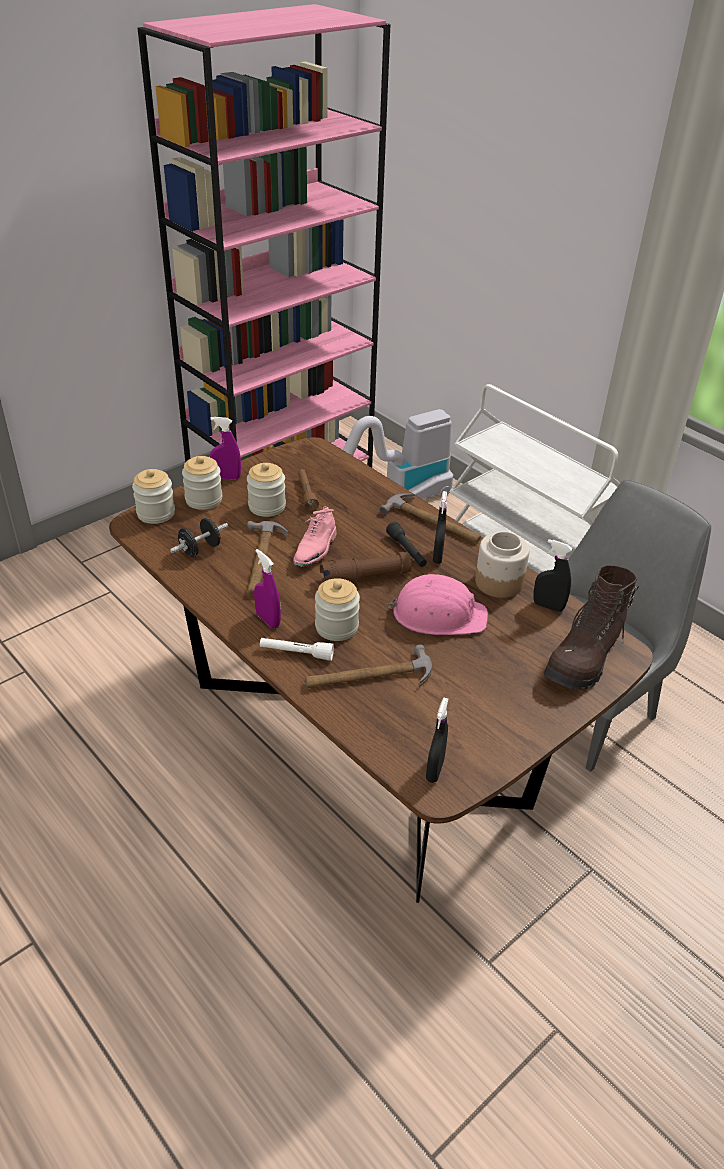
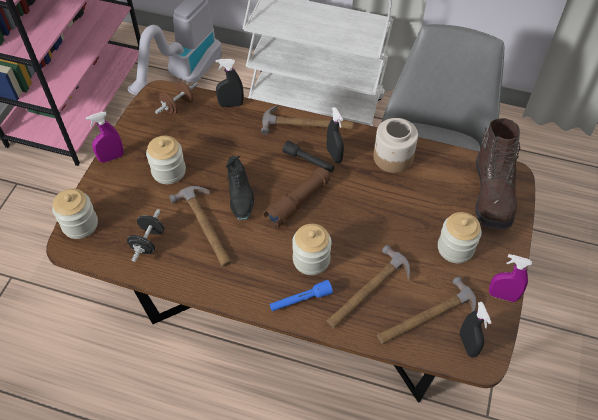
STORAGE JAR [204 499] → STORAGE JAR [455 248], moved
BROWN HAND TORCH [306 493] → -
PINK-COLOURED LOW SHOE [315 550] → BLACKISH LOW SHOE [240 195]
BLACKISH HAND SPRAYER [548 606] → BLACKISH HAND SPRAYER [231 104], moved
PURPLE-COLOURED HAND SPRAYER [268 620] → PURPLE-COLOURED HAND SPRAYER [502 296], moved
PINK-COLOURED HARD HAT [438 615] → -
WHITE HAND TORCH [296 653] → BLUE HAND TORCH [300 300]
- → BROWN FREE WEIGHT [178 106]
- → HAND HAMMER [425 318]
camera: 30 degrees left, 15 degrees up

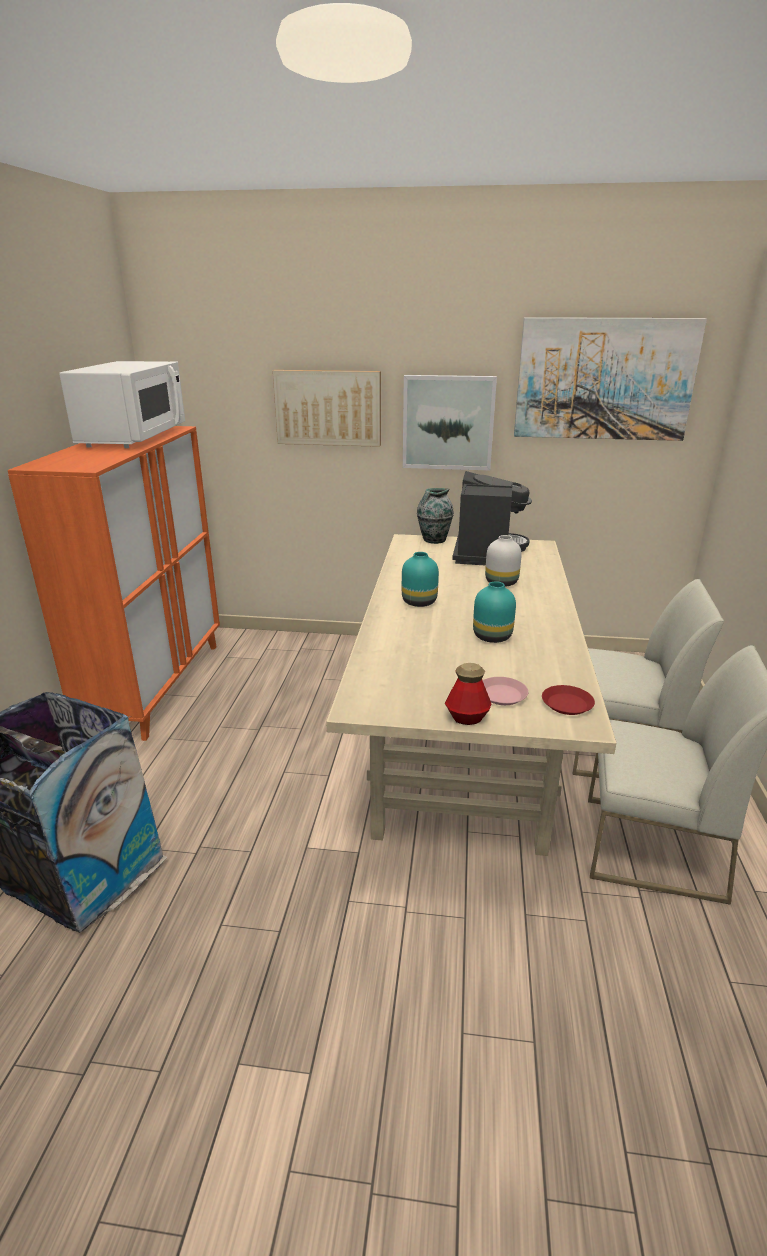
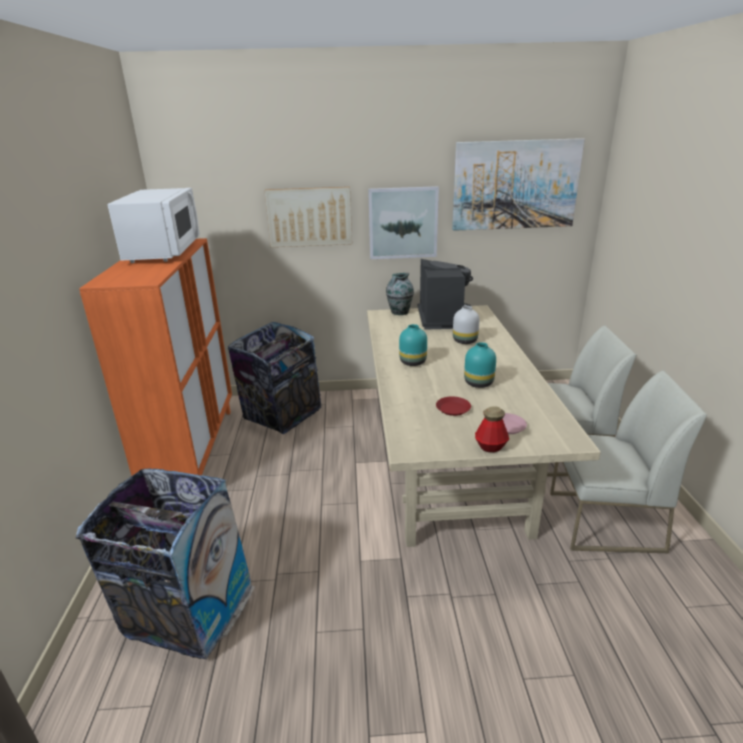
RED DINNER PLATE [566 704] → RED DINNER PLATE [453 409], moved
- → WASTE BIN [281 416]
camera: 10 degrees left, 0 degrees up

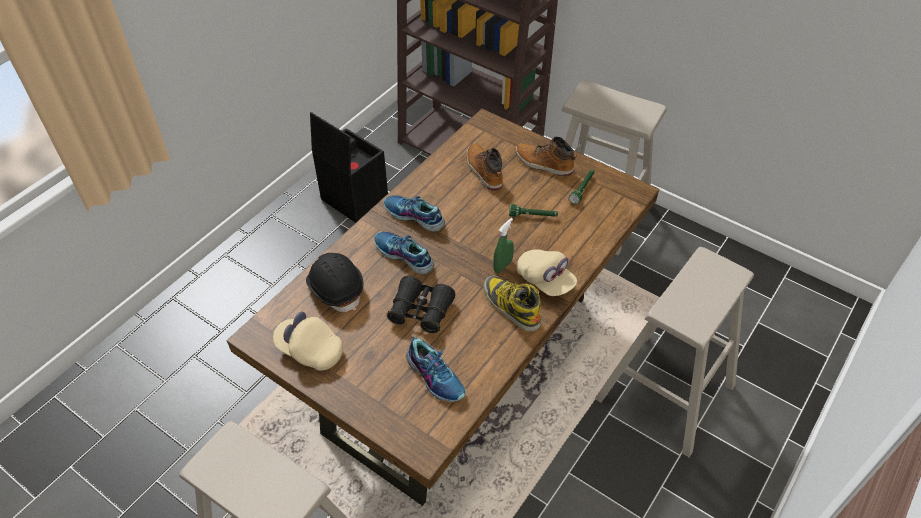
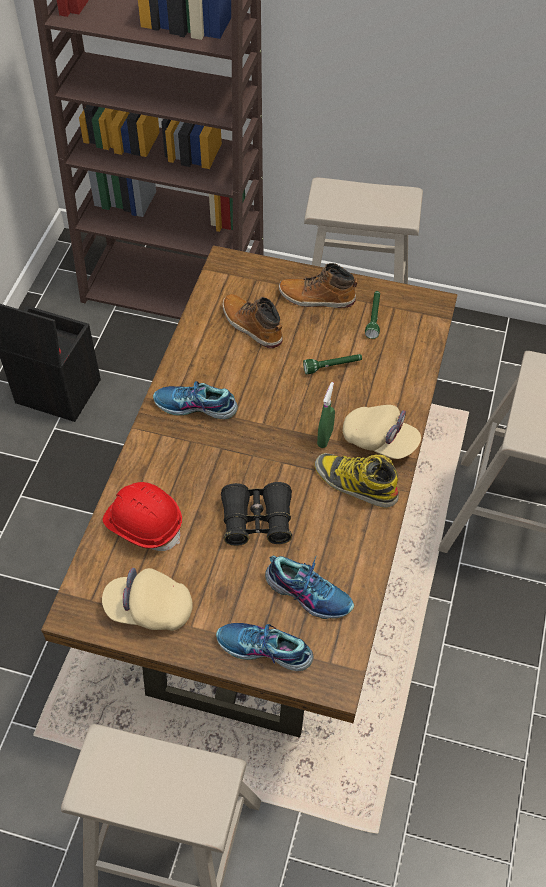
LOW SHOE [403 256] → LOW SHOE [264 650], moved
BLACKISH HARD HAT [335 288] → RED HARD HAT [144 524]
camera: 20 degrees left, 5 degrees up

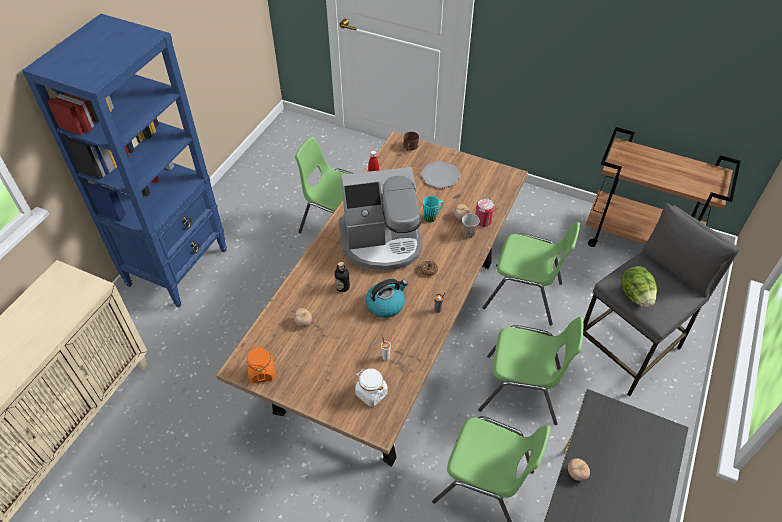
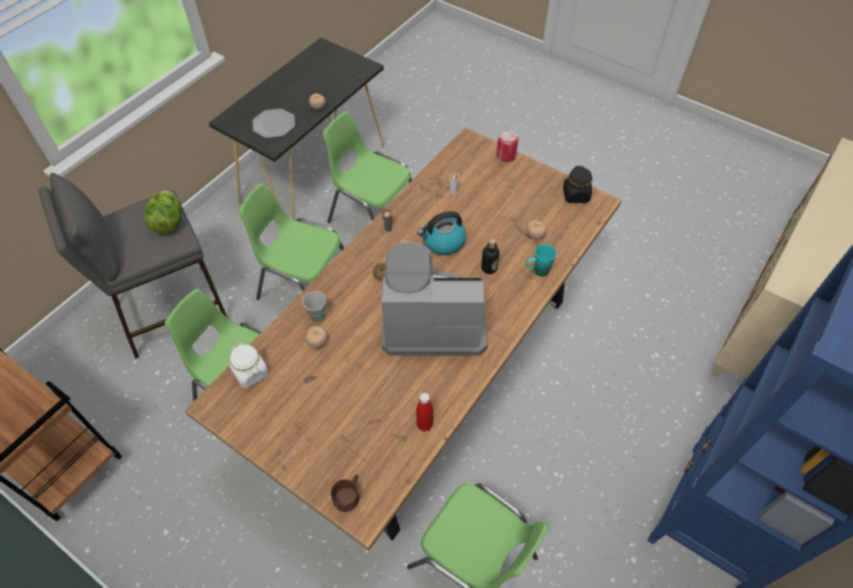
DINNER PLATE [440 175] → DINNER PLATE [274 124], moved
BLUE-GREEN COFFEE MUG [432 217] → BLUE-GREEN COFFEE MUG [537 271], moved
CAN [483 221] → CAN [505 156], moved
ORANGEY STORAGE JAR [262 372] → BLACKISH STORAGE JAR [576 195]
WHITE STORAGE JAR [371 393] → WHITE STORAGE JAR [251 373], moved
camera: 170 degrees left, 5 degrees up

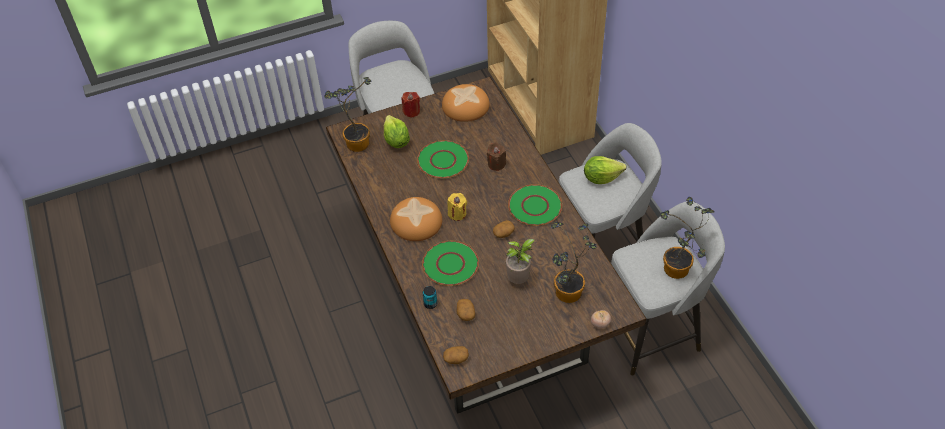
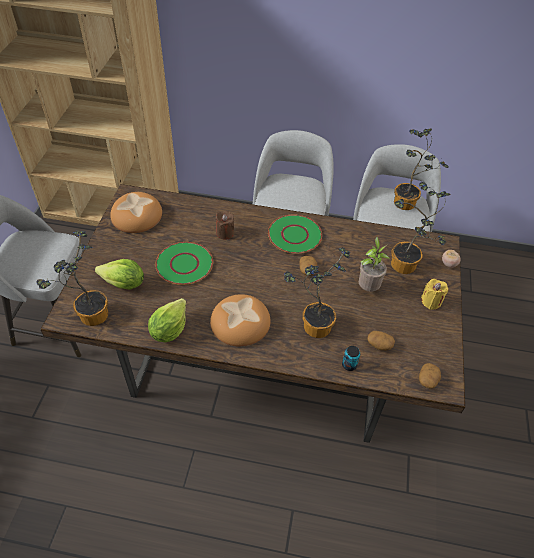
RED CANDLE [411 111] → -
HEAD OF LETTUCE [601 177] → HEAD OF LETTUCE [169 330], moved
YELLOW-COLOURED CANDLE [457 214] → YELLOW-COLOURED CANDLE [431 301], moved
GREENISH DINNER PLATE [450 264] → HOUSEPLANT [313 325]
camera: 60 degrees left, 0 degrees up

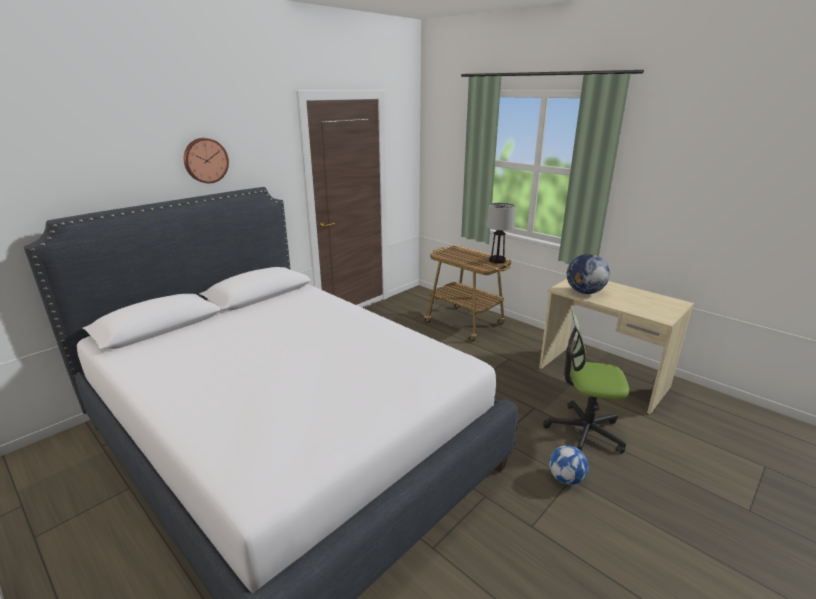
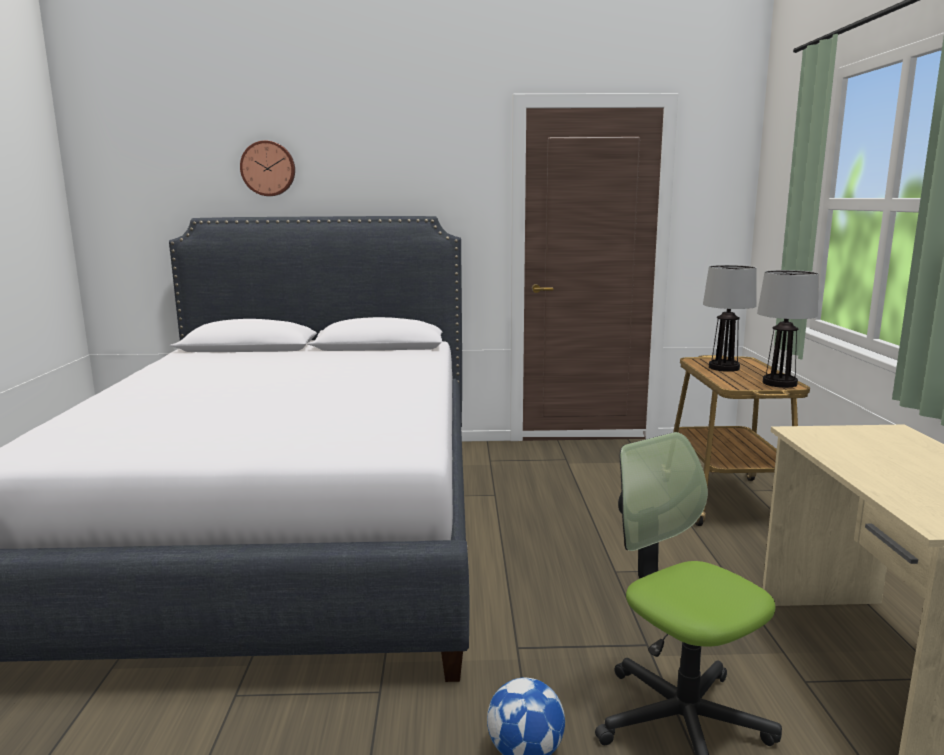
CLOCK ON THE WALL [205 160] → CLOCK ON THE WALL [268 168], moved
DESK GLOBE [584 292] → -
- → TABLE LAMP [724 368]
camera: 45 degrees right, 10 degrees down

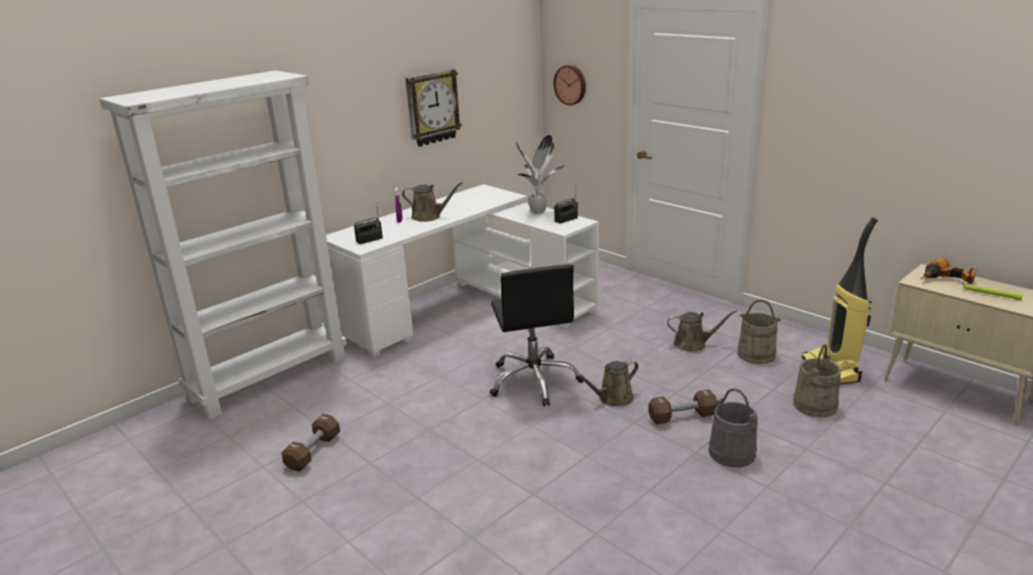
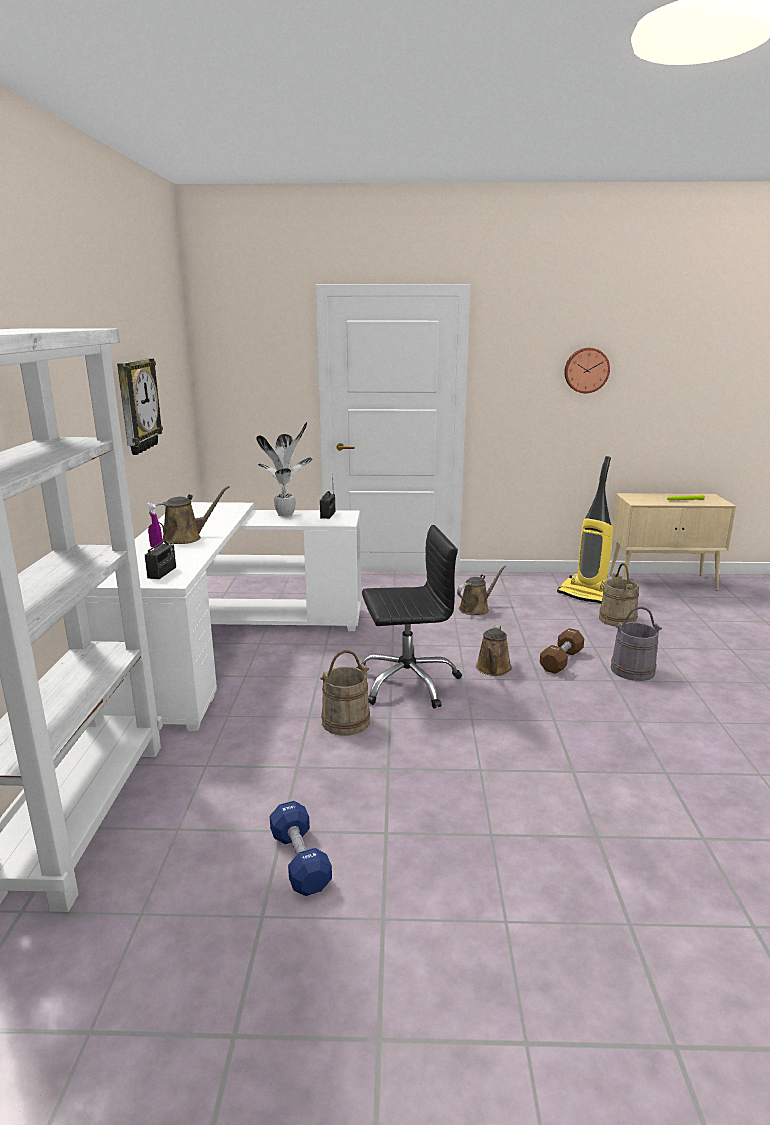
CLOCK ON THE WALL [571 84] → CLOCK ON THE WALL [586 370], moved
DRILL [947 280] → -
BLACKISH DESK CHAIR [534 380] → BLACKISH DESK CHAIR [407 682], 45 degrees counterclockwise
BEIGE WATER BUCKET [756 354] → BEIGE WATER BUCKET [345 721], moved
BROWN FREE WEIGHT [313 452] → BLUE FREE WEIGHT [300 861]
camera: 45 degrees left, 5 degrees down

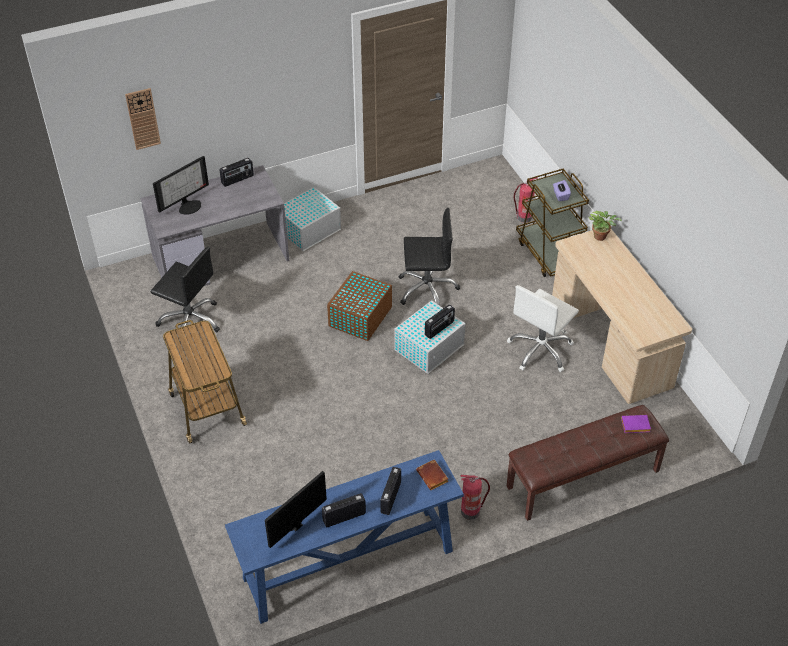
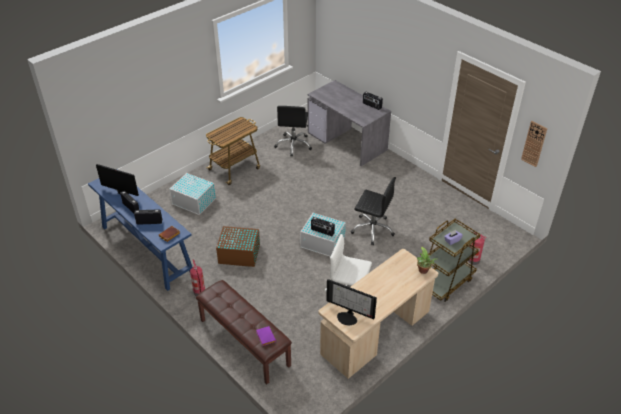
CLOCK ON THE WALL [143 118] → CLOCK ON THE WALL [534 144], moved
COMPUTER DISPLAY [188 206] → COMPUTER DISPLAY [348 317], moved
WHITE STORAGE BOX [310 229] → WHITE STORAGE BOX [194 201], moved
BLACKISH DESK CHAIR [427 289] → BLACKISH DESK CHAIR [372 229], 45 degrees counterclockwise
BROWN STORAGE BOX [359 317] → BROWN STORAGE BOX [238 254], moved
camera: 70 degrees right, 5 degrees down

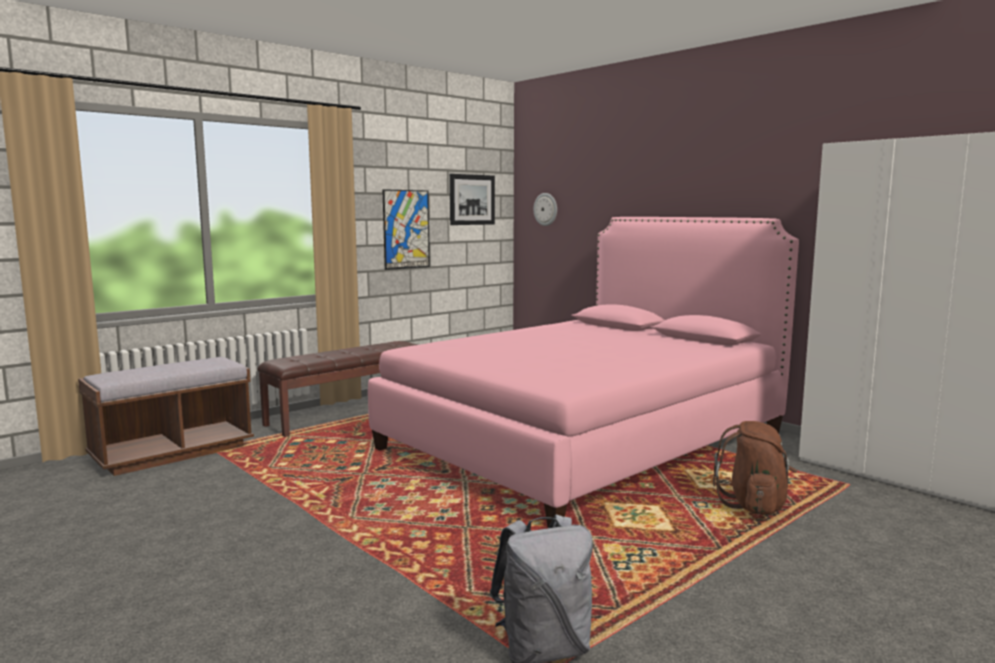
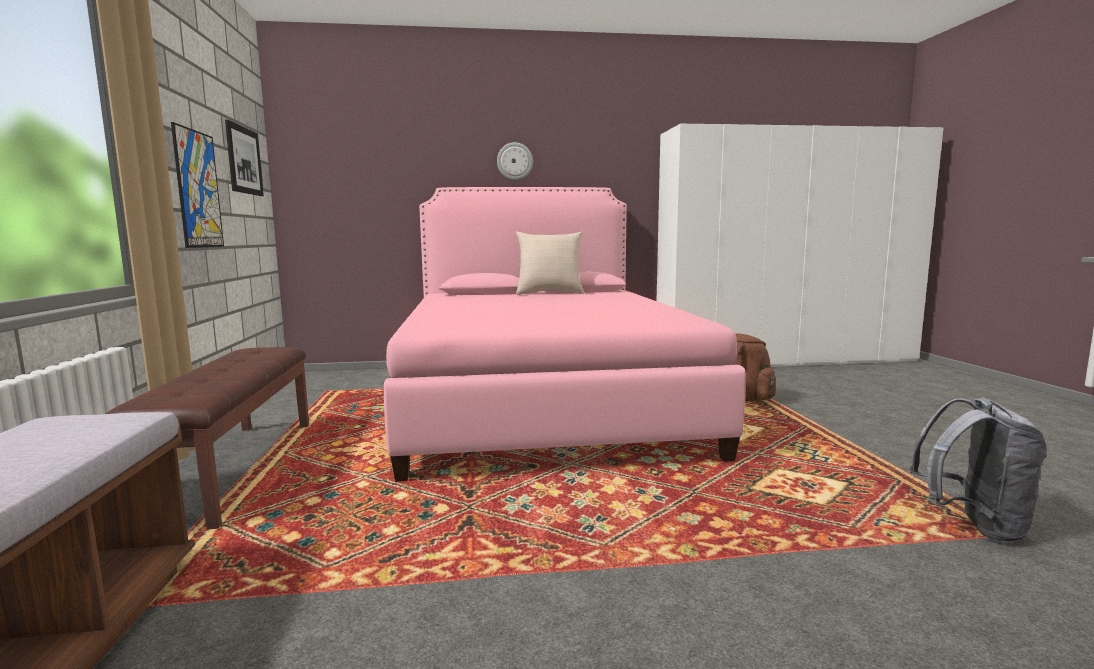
CLOCK ON THE WALL [546 209] → CLOCK ON THE WALL [515 161], moved
- → BEIGE PILLOW [549 293]
camera: 55 degrees left, 0 degrees up

